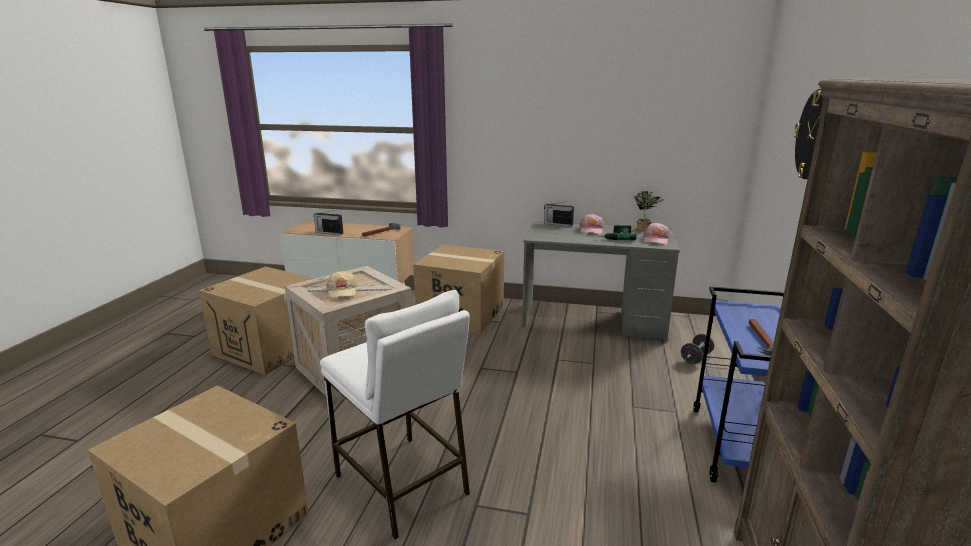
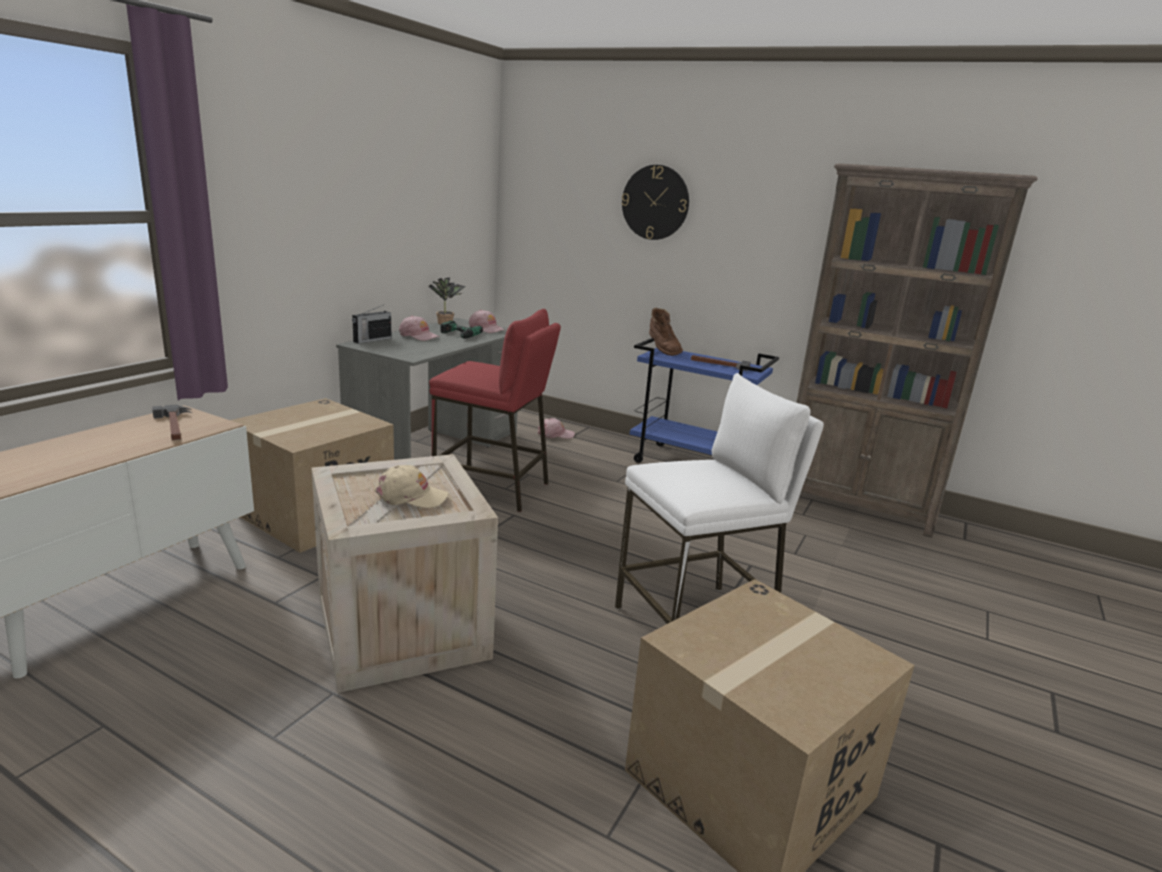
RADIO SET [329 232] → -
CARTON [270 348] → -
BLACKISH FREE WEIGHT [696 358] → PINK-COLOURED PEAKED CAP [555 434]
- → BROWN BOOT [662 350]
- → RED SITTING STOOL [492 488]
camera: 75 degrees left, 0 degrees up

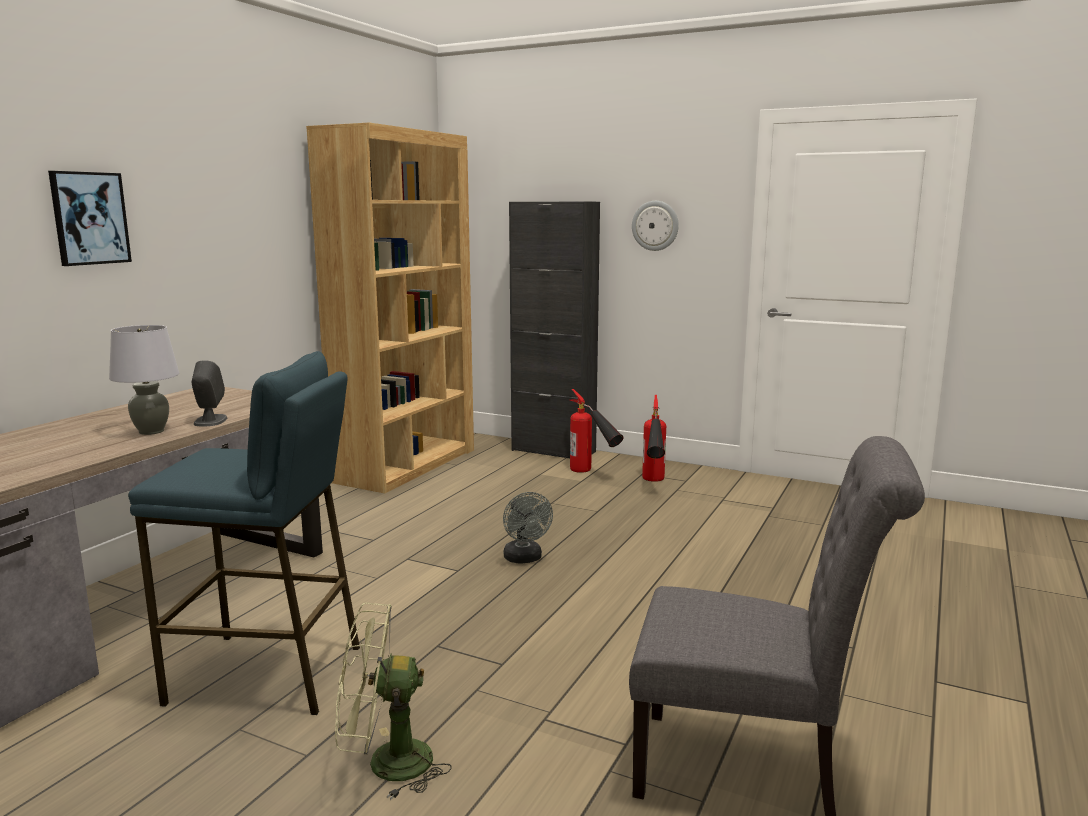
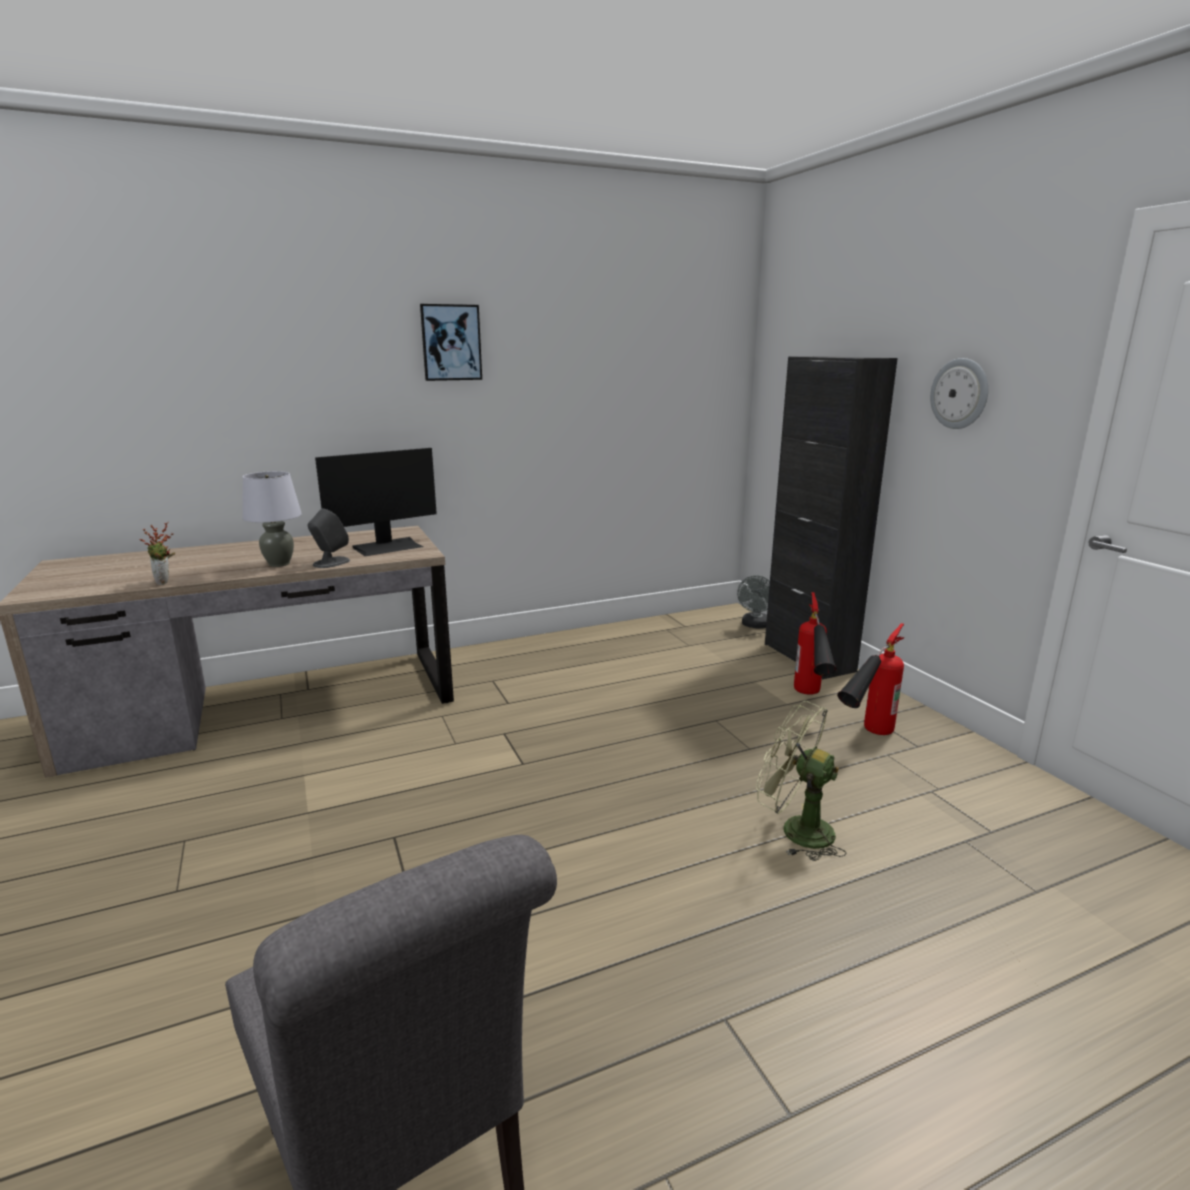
BROWN BOOKCASE [407 465] → -
PICTURE [89 218] → PICTURE [451 342], moved
BLUE SITTING STOOL [267 674] → -
GREY FAN [525 559] → GREY FAN [755 626], moved
GREENISH FAN [386 764] → GREENISH FAN [795 830], moved
- → COMPUTER DISPLAY [388 547]
- → HOUSEPLANT [165 582]
camera: 40 degrees right, 5 degrees up

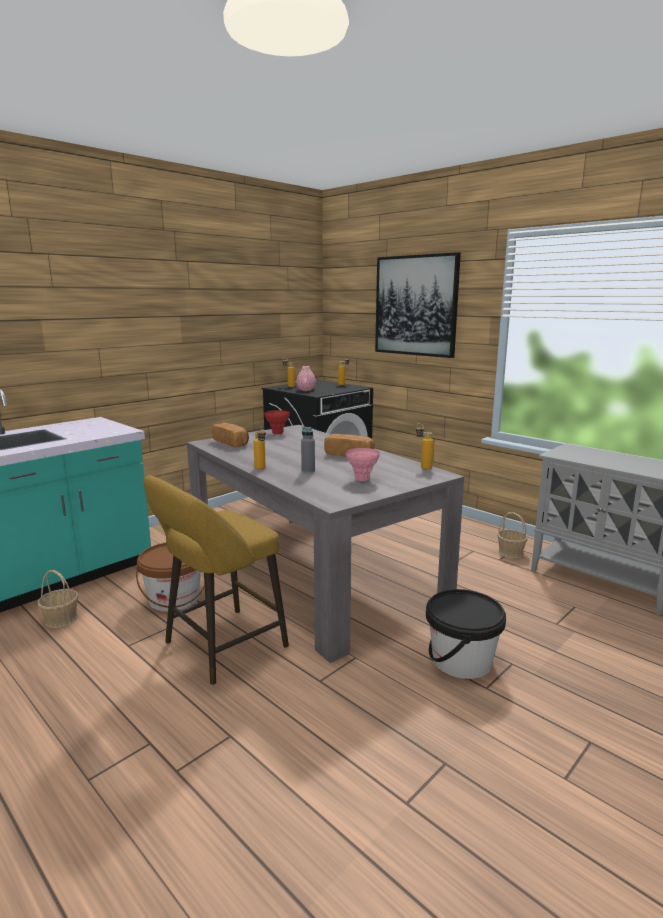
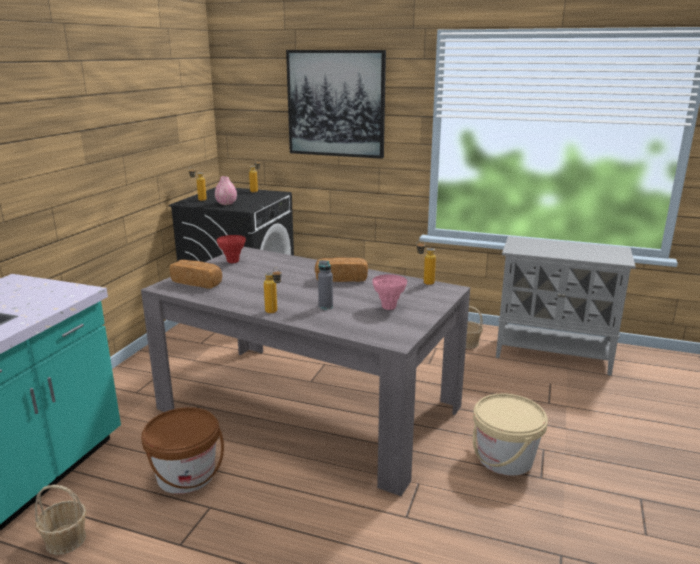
YELLOW-COLOURED SITTING STOOL [220 648] → -
BLACKISH WATER BUCKET [461 660] → BEIGE WATER BUCKET [505 458]
camera: 25 degrees left, 5 degrees up

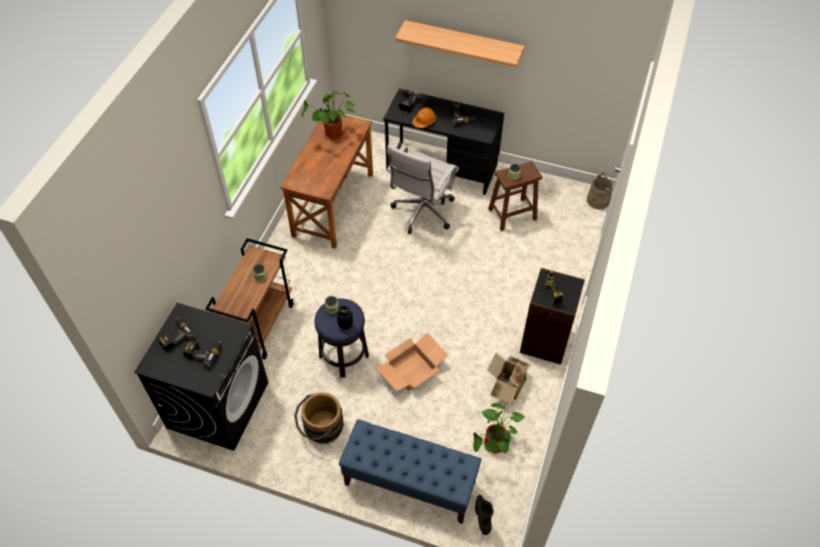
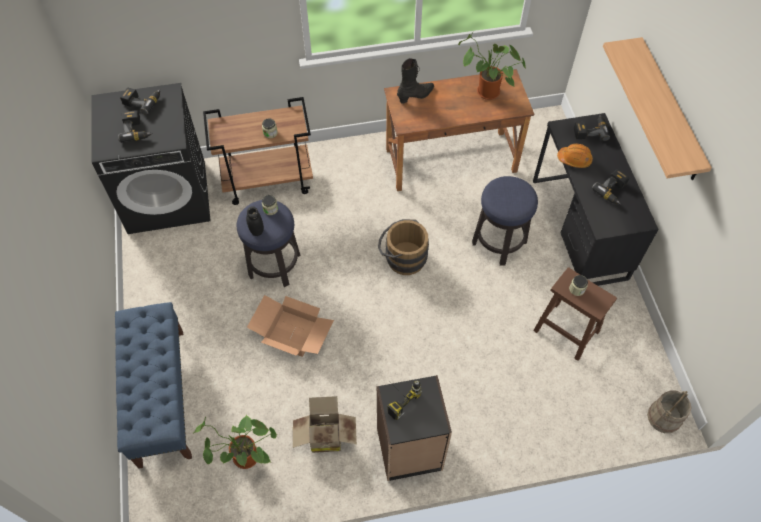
WHITE DESK CHAIR [422 213] → SITTING STOOL [499 242]
BROWN WATER BUCKET [320 429] → BROWN WATER BUCKET [402 257], moved
BLACKISH BOOT [482 517] → BLACKISH BOOT [415 96], moved
camera: 60 degrees right, 5 degrees up

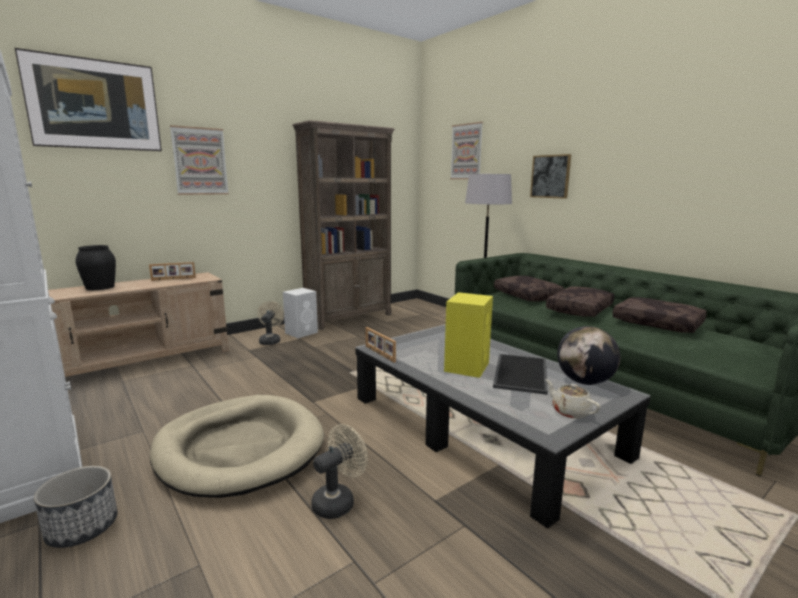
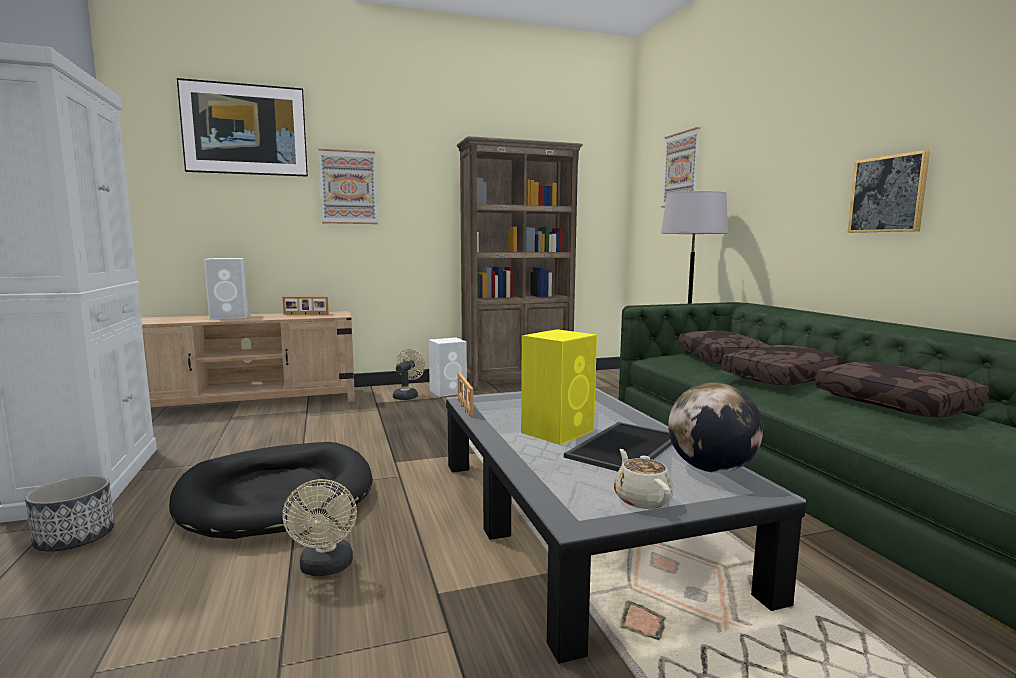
PICTURE [550 176] → PICTURE [887 194], moved
BLACKISH VASE [100 287] → WHITE LOUDSPEAKER [230 316]
BEIGE PET BED [240 448] → BLACKISH PET BED [276 495]
BEIGE FAN [338 501] → BEIGE FAN [326 568], 105 degrees clockwise
camera: 20 degrees right, 5 degrees down

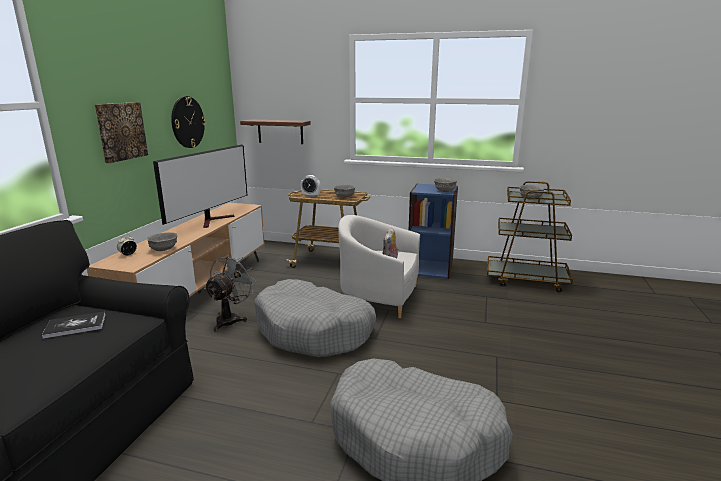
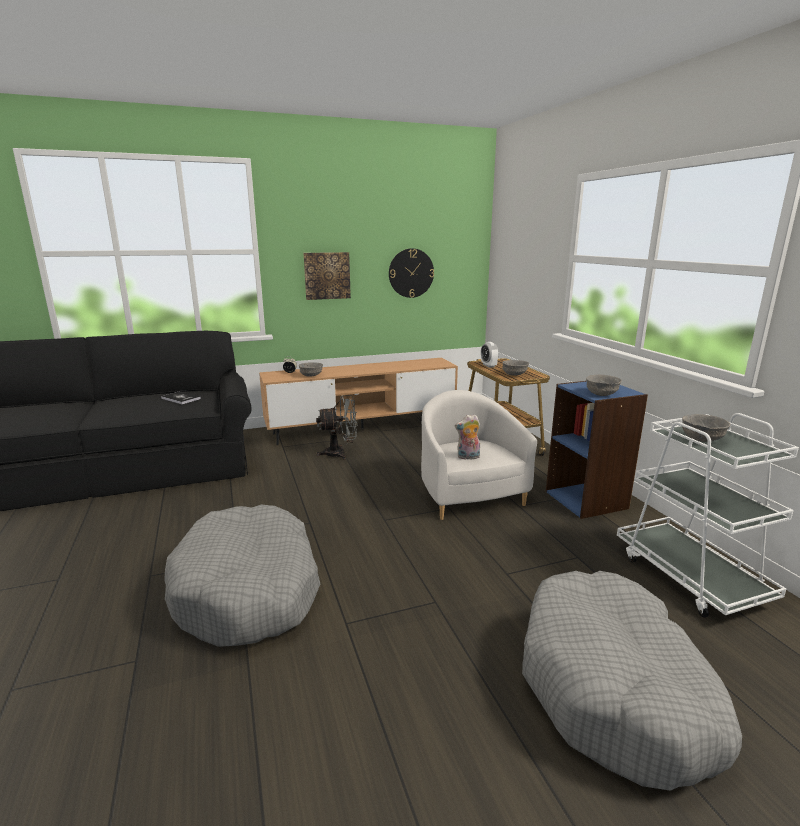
SHELF [280 131] → -
TV [214 220] → -
BROWN TROLLEY [526 280] → WHITE TROLLEY [690 576]
GREY PET BED [314 331] → GREY PET BED [615 689], moved
camera: 55 degrees right, 0 degrees up

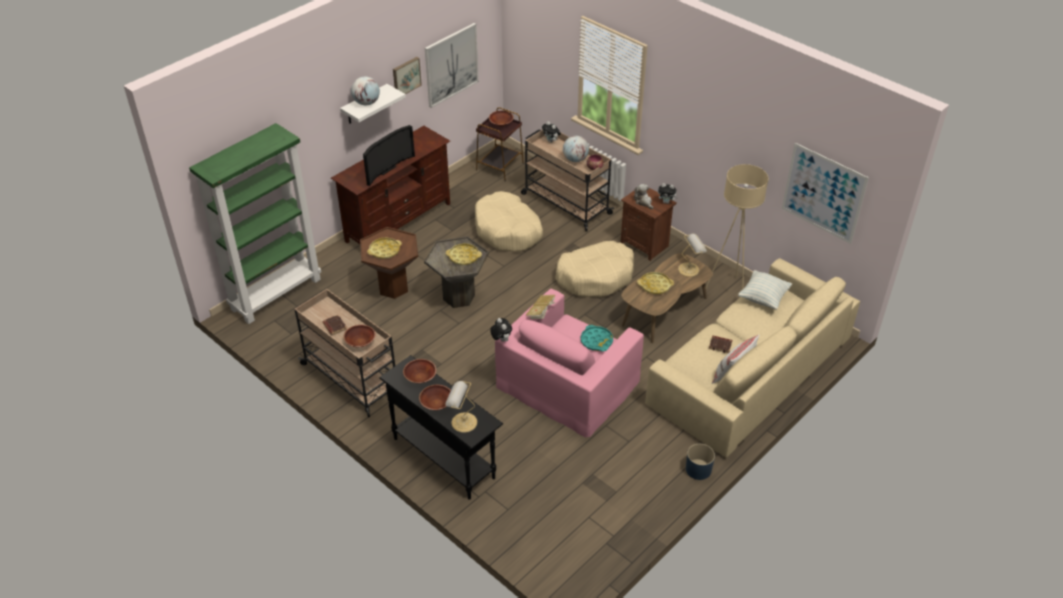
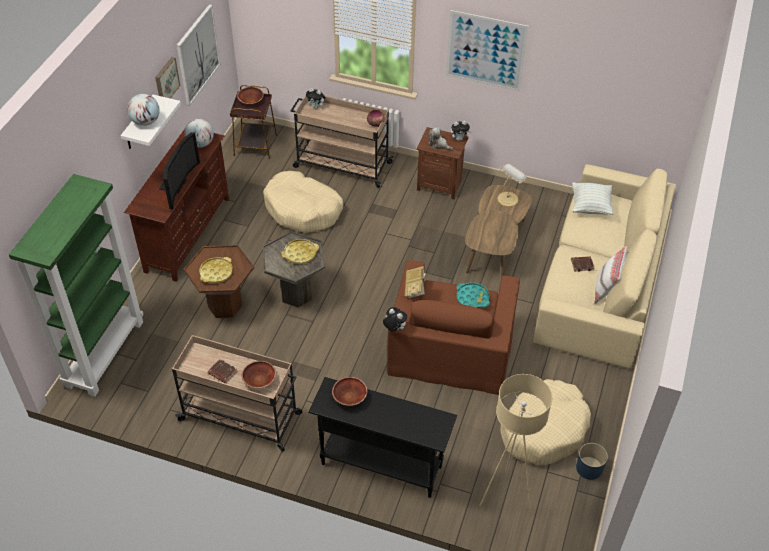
DESK GLOBE [575 159] → DESK GLOBE [200 144], moved
PICTURE [823 193] → PICTURE [486 51], moved
BEIGE STANDARD LAMP [728 290] → BEIGE STANDARD LAMP [505 496], moved
BEIGE PET BED [595 276] → BEIGE PET BED [544 429], moved
YELLOW-COLOURED CARRYING TRAY [655 285] → -
PINK-COLOURED EASY CHAIR [568 383] → BROWN EASY CHAIR [451 346]
TABLE LAMP [462 422] → -
BROWN DEEP DISH [436 404] → -
BLUE PLANTER [698 469] → BLUE PLANTER [589 468], moved
camera: 25 degrees left, 5 degrees up

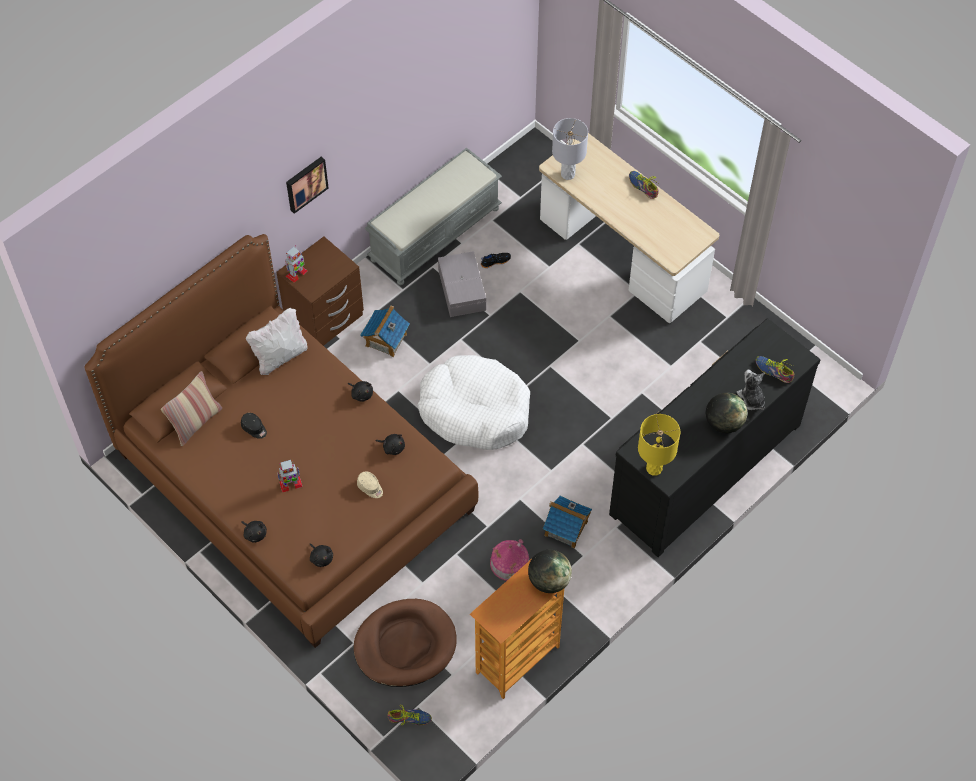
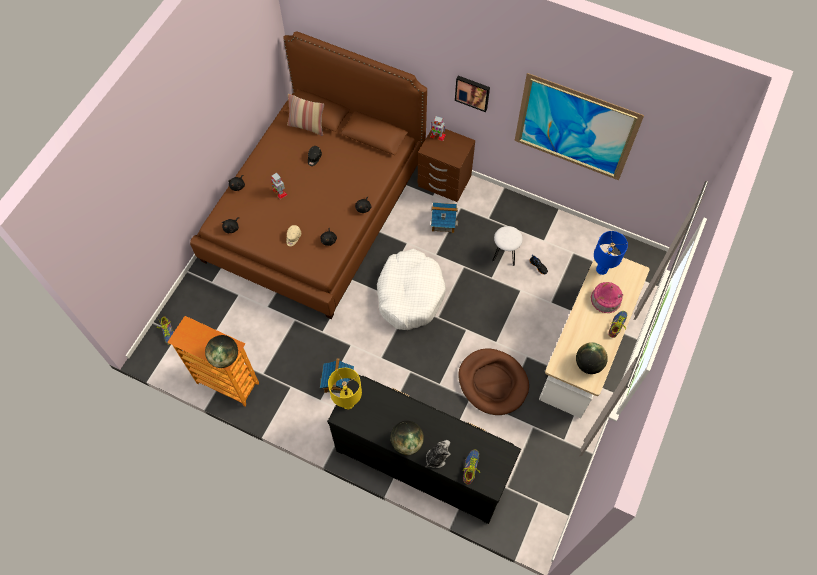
GREY TABLE LAMP [568 174] → BLUE TABLE LAMP [602 269]
GREY INDOOR BENCH [435 233] → -
GREY STORAGE BOX [463 289] → WHITE SITTING STOOL [505 254]
WHITE PILLOW [280 357] → -
MODEL HOUSE [509 562] → MODEL HOUSE [606 299], moved
BROWN PET BED [405 645] → BROWN PET BED [493 382], moved
- → PICTURE [575 128]
- → DESK GLOBE [588 364]
camera: 70 degrees right, 5 degrees up

